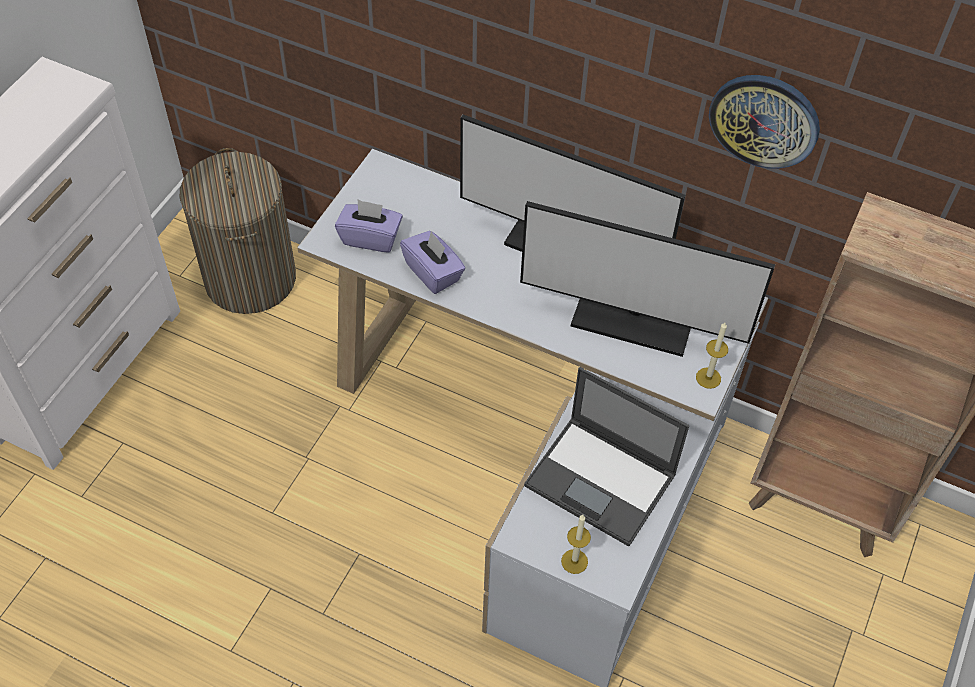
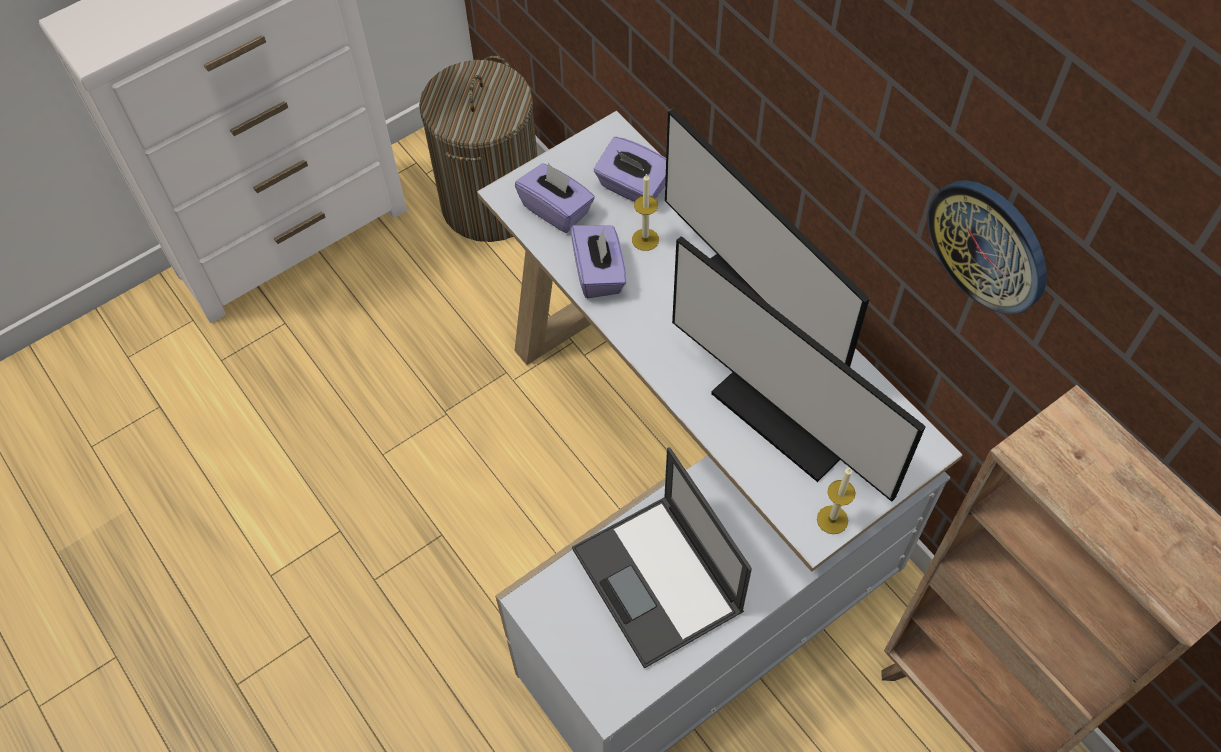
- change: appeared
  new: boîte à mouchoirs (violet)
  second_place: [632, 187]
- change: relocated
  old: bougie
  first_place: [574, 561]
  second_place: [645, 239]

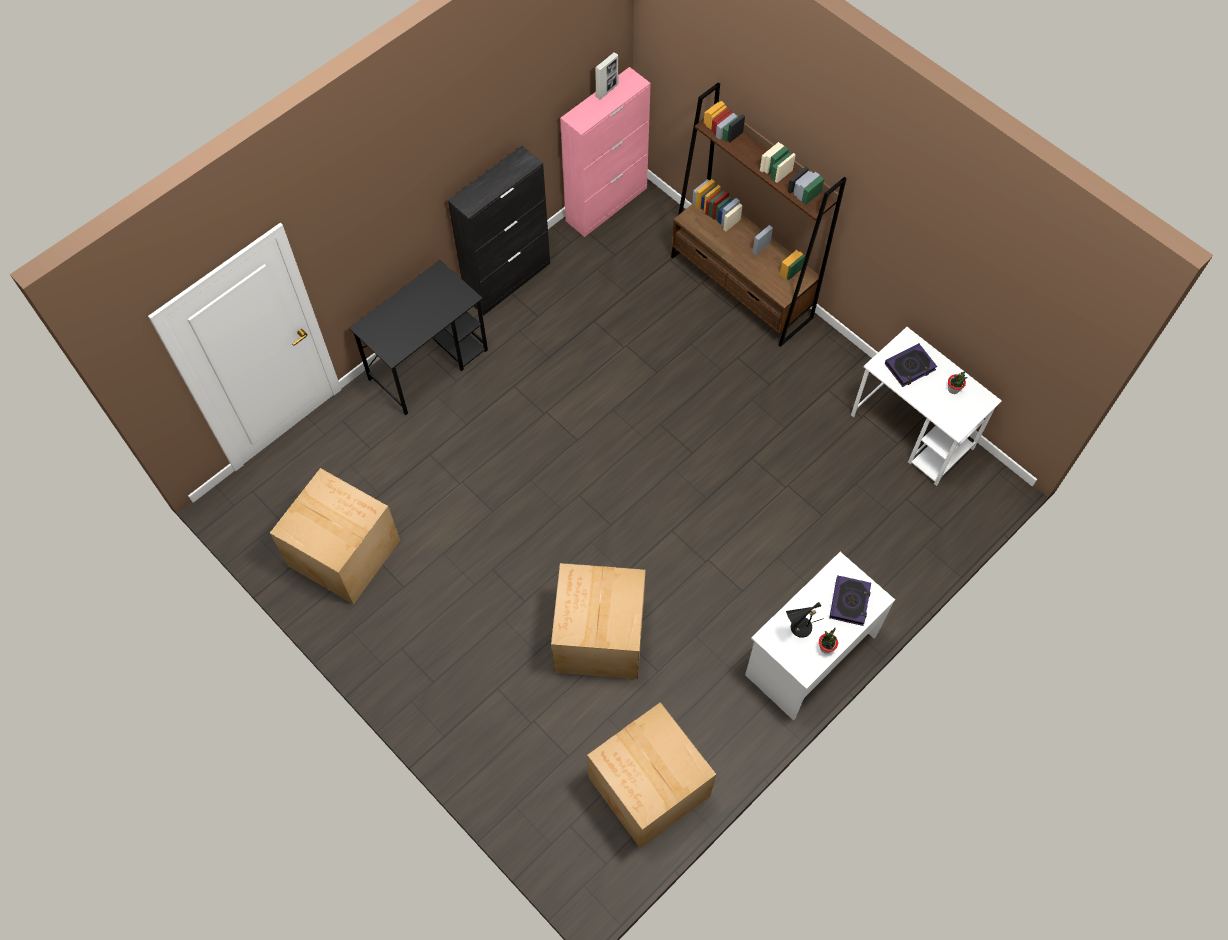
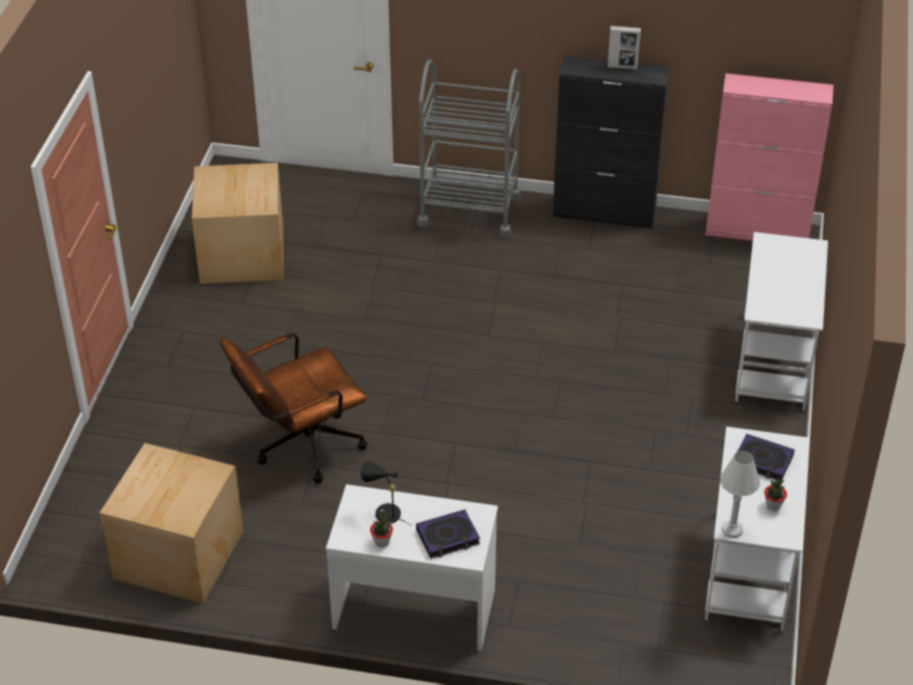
- change: appeared
  new: lampe de table (blanc)
  second_place: [732, 530]
- change: relocated
  old: cadre photo
  first_place: [607, 90]
  second_place: [622, 66]
- change: exchanged
  old: bureau (noir)
  new: chariot (gris)
  first_place: [429, 364]
  second_place: [469, 210]
- change: exchanged
  old: carton
  new: chaise de bureau (marron)
  first_place: [598, 637]
  second_place: [299, 447]
- change: exchanged
  old: bibliothèque (marron)
  new: bureau (blanc)
  first_place: [741, 287]
  second_place: [773, 362]

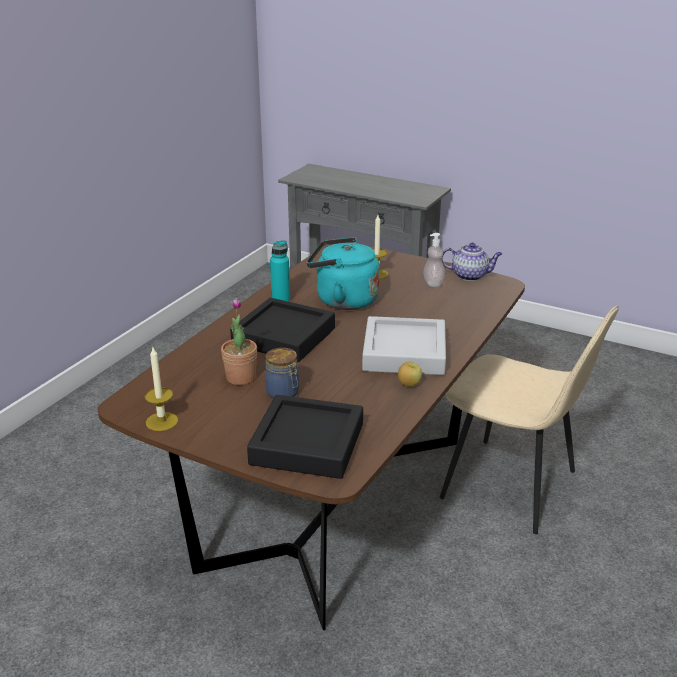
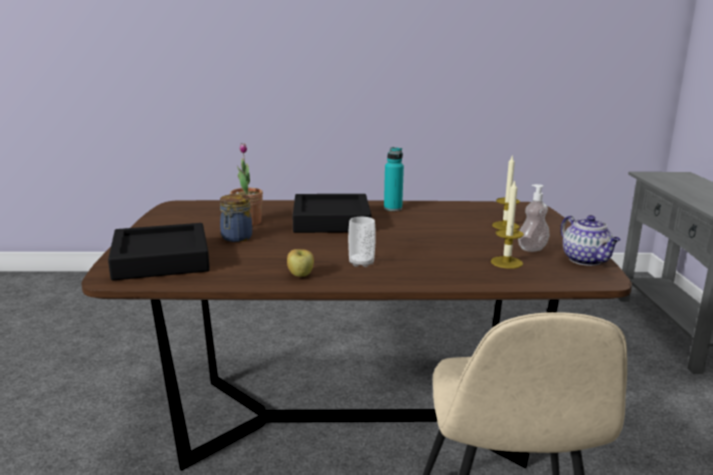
- change: missing
  old: bouilloire (turquoise)
  first_place: [342, 300]
- change: relocated
  old: bougie
  first_place: [162, 421]
  second_place: [506, 262]
- change: exchanged
  old: plateau (gris)
  new: tasse
  first_place: [404, 353]
  second_place: [361, 263]

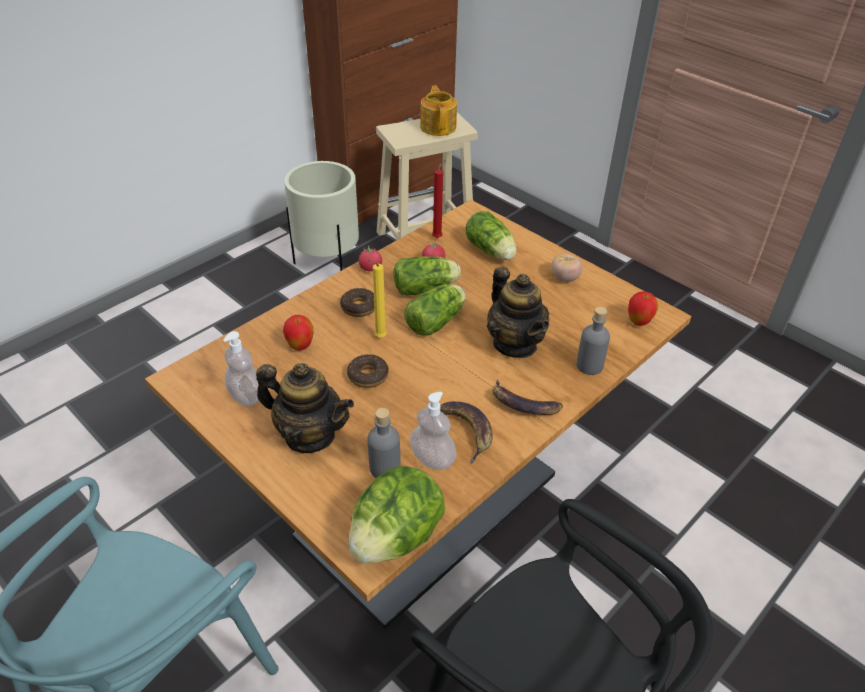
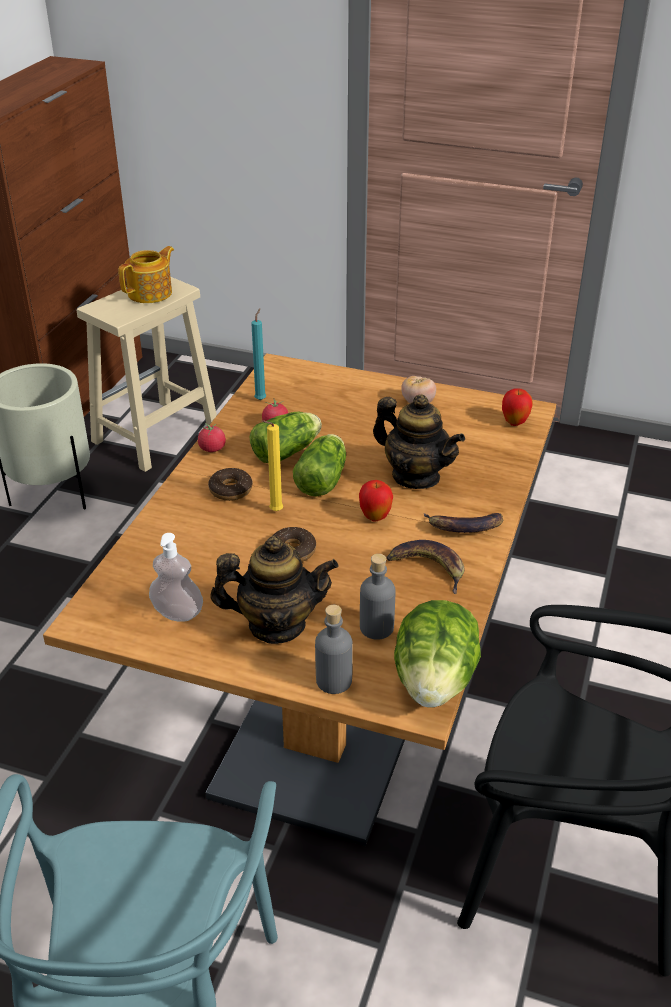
- change: missing
  old: distributeur de savon
  first_place: [432, 459]
- change: missing
  old: laitue
  first_place: [491, 251]
- change: relocated
  old: pomme
  first_place: [300, 346]
  second_place: [375, 517]
- change: relocated
  old: bouteille (gris)
  first_place: [589, 365]
  second_place: [333, 680]
- change: colour
  old: bougie (rouge)
  new: bougie (turquoise)
  first_place: [438, 237]
  second_place: [261, 399]
- change: spun
  old: théière
  first_place: [438, 127]
  second_place: [151, 293]
  degrees: 75

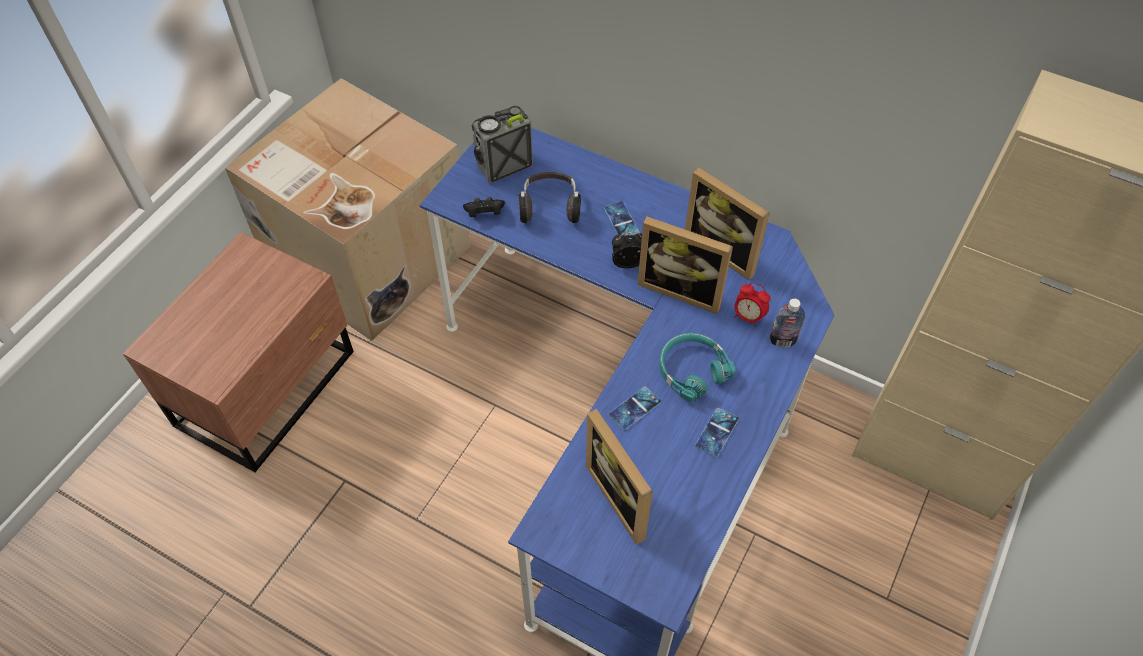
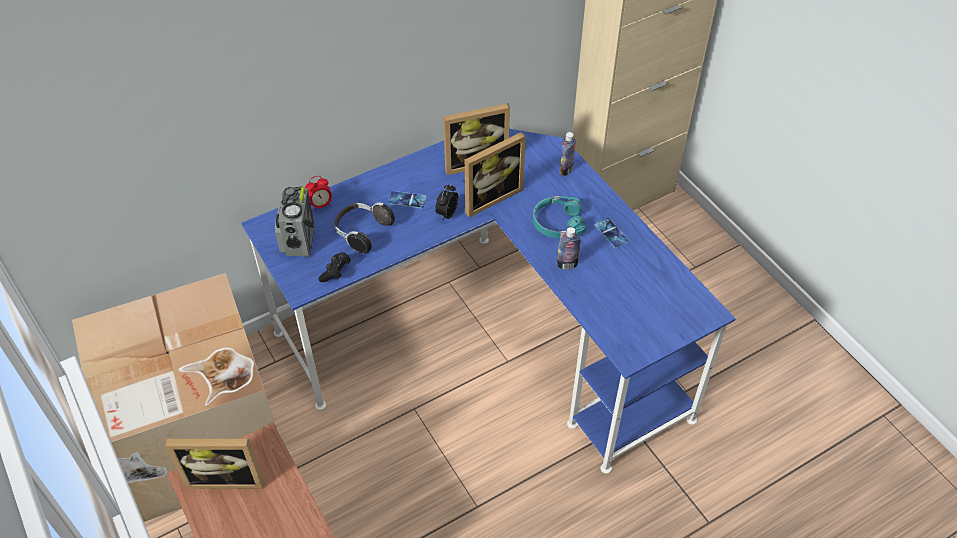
- change: relocated
  old: cadre photo
  first_place: [624, 497]
  second_place: [226, 476]
- change: relocated
  old: réveil
  first_place: [748, 317]
  second_place: [320, 205]
- change: exchanged
  old: téléphone
  new: bouteille
  first_place: [635, 408]
  second_place: [567, 265]

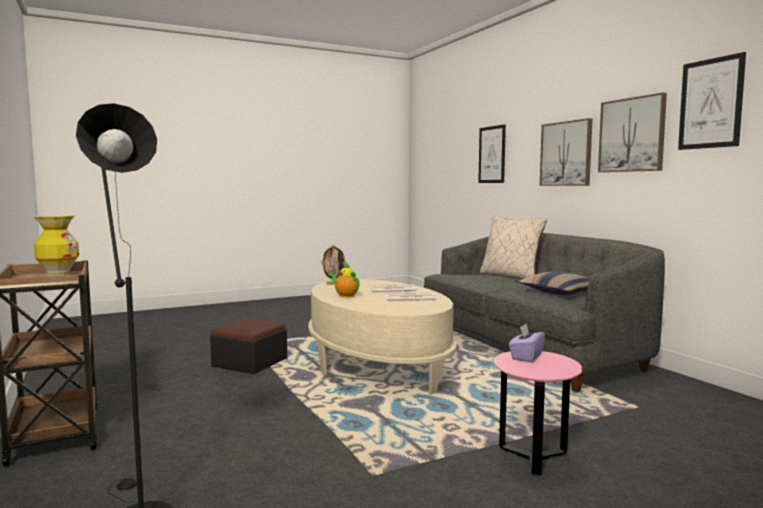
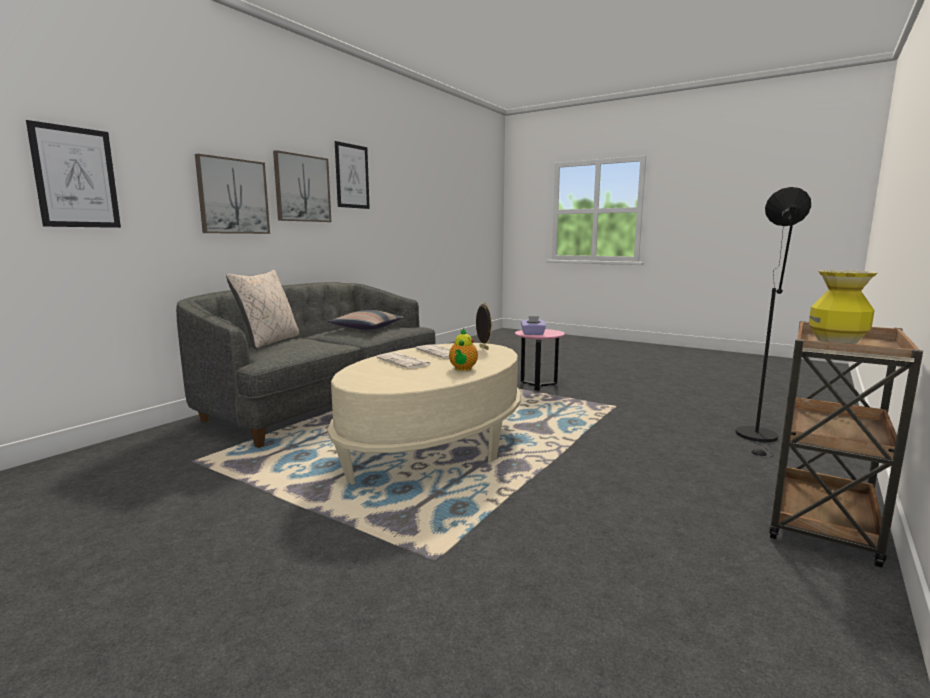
- change: missing
  old: pouf
  first_place: [250, 362]
- change: relocated
  old: cadre photo
  first_place: [334, 284]
  second_place: [483, 348]

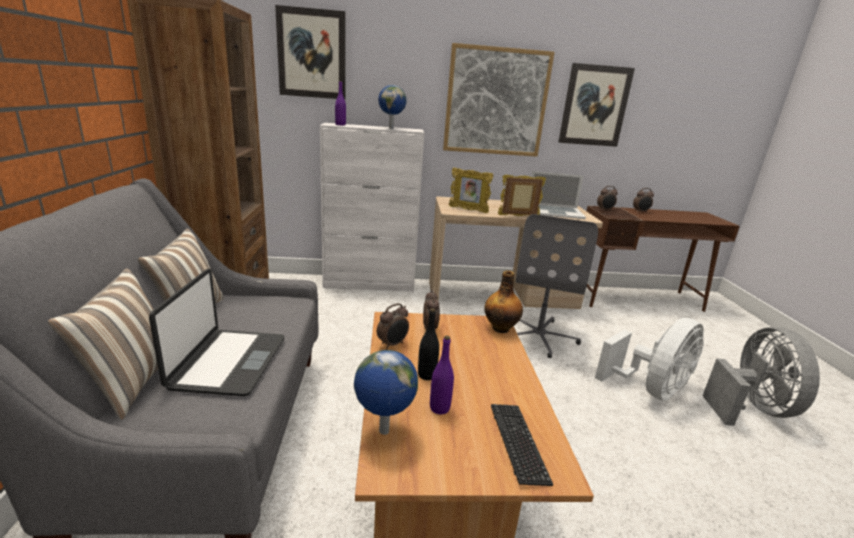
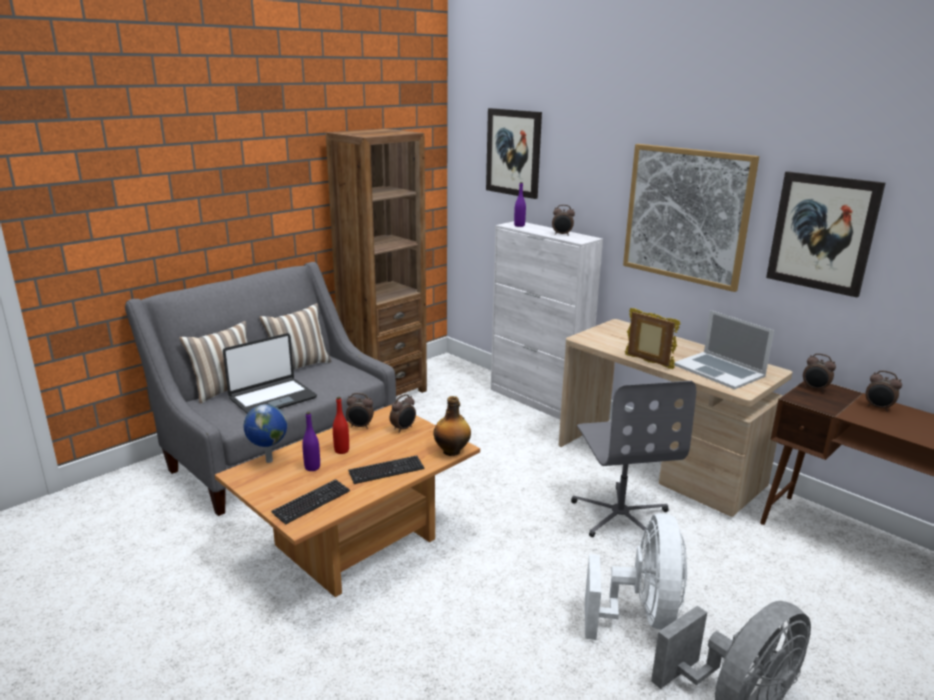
- change: missing
  old: cadre photo
  first_place: [468, 210]
- change: appeared
  new: clavier
  second_place: [386, 471]
- change: exchanged
  old: globe
  new: réveil
  first_place: [391, 128]
  second_place: [562, 234]
- change: colour
  old: bouteille (noir)
  new: bouteille (rouge)
  first_place: [427, 375]
  second_place: [341, 450]
- change: spun
  old: chaise de bureau (gris)
  first_place: [539, 336]
  second_place: [620, 515]
  degrees: -75
- change: spun
  old: ventilateur (blanc)
  first_place: [650, 390]
  second_place: [641, 615]
  degrees: -90

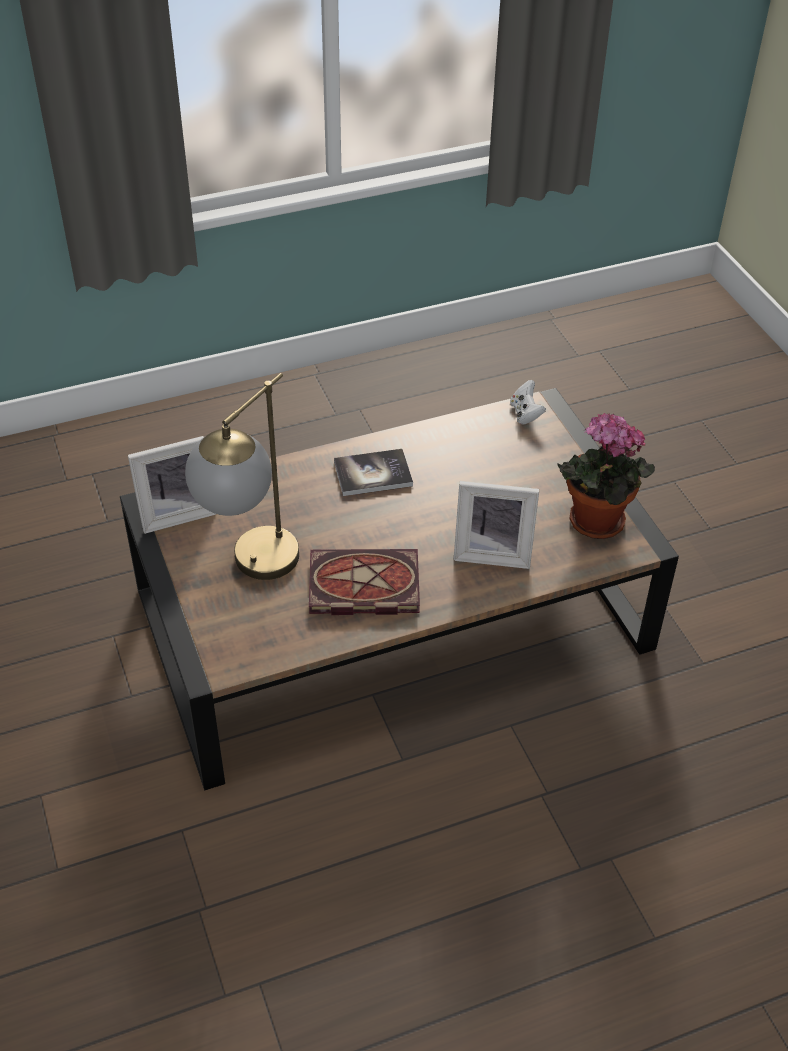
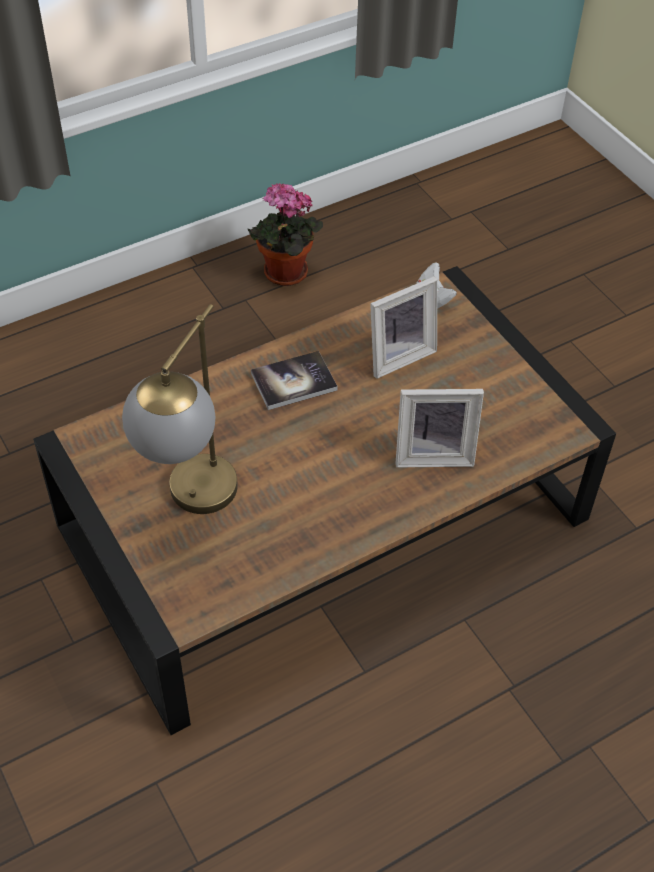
- change: missing
  old: livre
  first_place: [361, 586]
- change: relocated
  old: cadre photo
  first_place: [176, 513]
  second_place: [397, 355]
- change: relocated
  old: plante en pot
  first_place: [594, 524]
  second_place: [284, 275]

